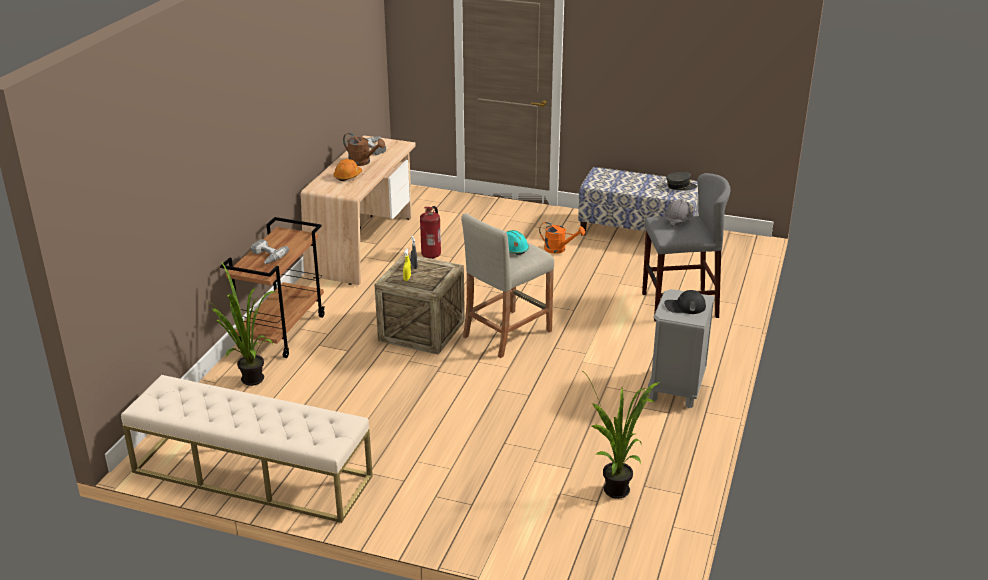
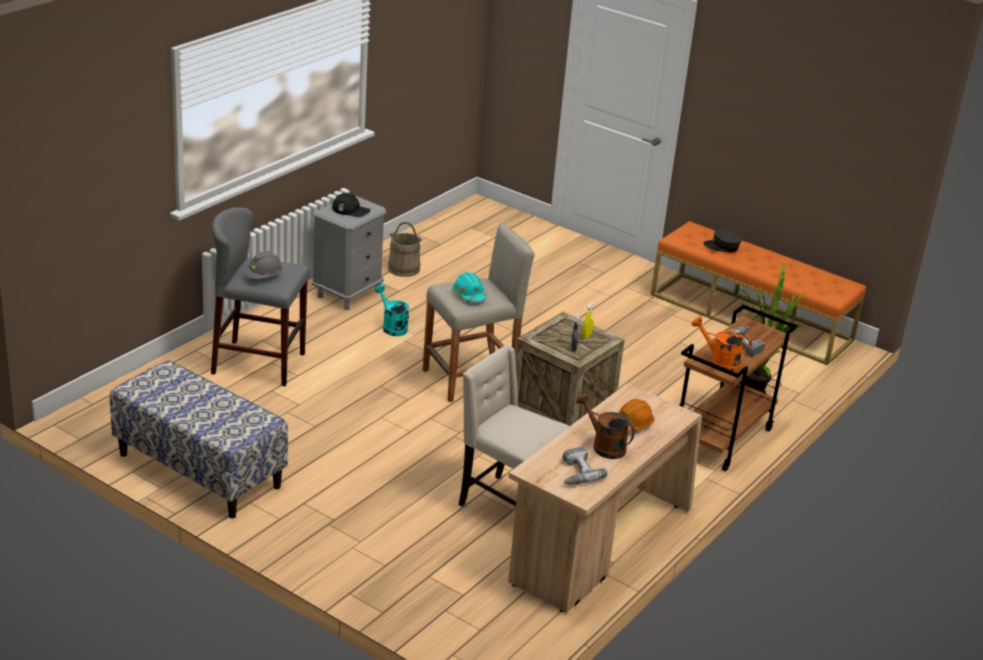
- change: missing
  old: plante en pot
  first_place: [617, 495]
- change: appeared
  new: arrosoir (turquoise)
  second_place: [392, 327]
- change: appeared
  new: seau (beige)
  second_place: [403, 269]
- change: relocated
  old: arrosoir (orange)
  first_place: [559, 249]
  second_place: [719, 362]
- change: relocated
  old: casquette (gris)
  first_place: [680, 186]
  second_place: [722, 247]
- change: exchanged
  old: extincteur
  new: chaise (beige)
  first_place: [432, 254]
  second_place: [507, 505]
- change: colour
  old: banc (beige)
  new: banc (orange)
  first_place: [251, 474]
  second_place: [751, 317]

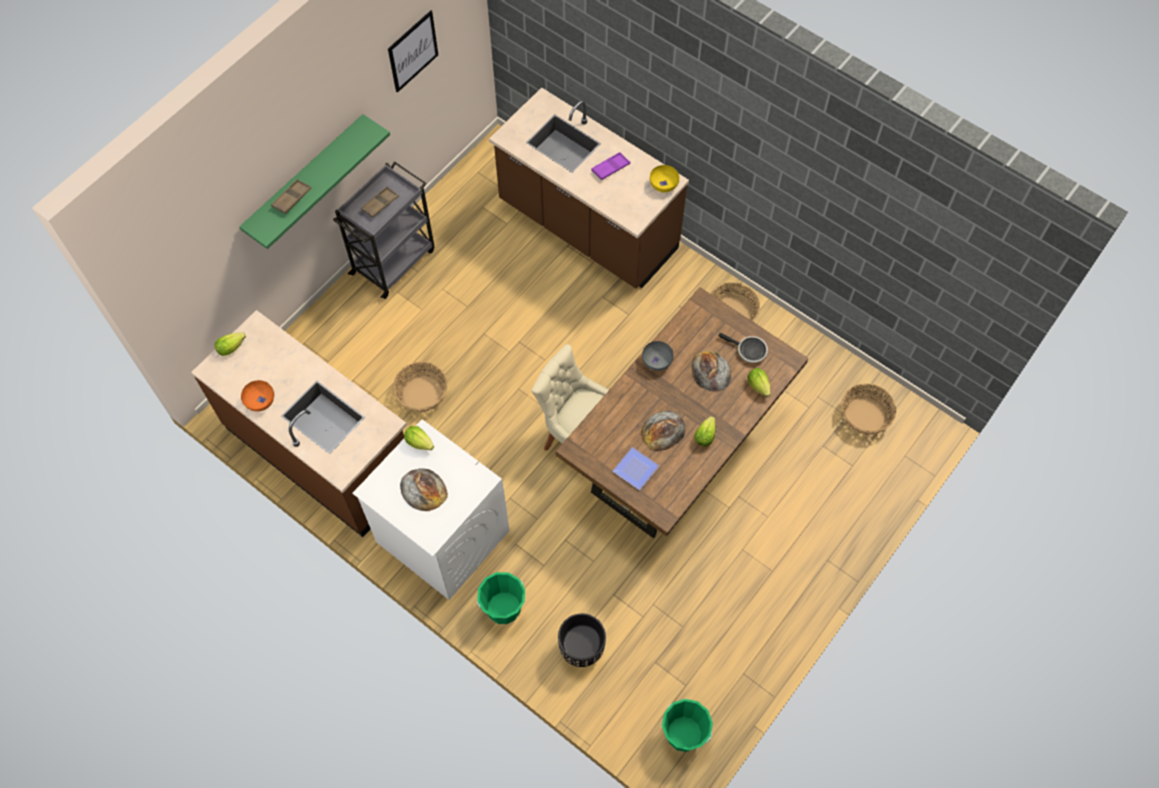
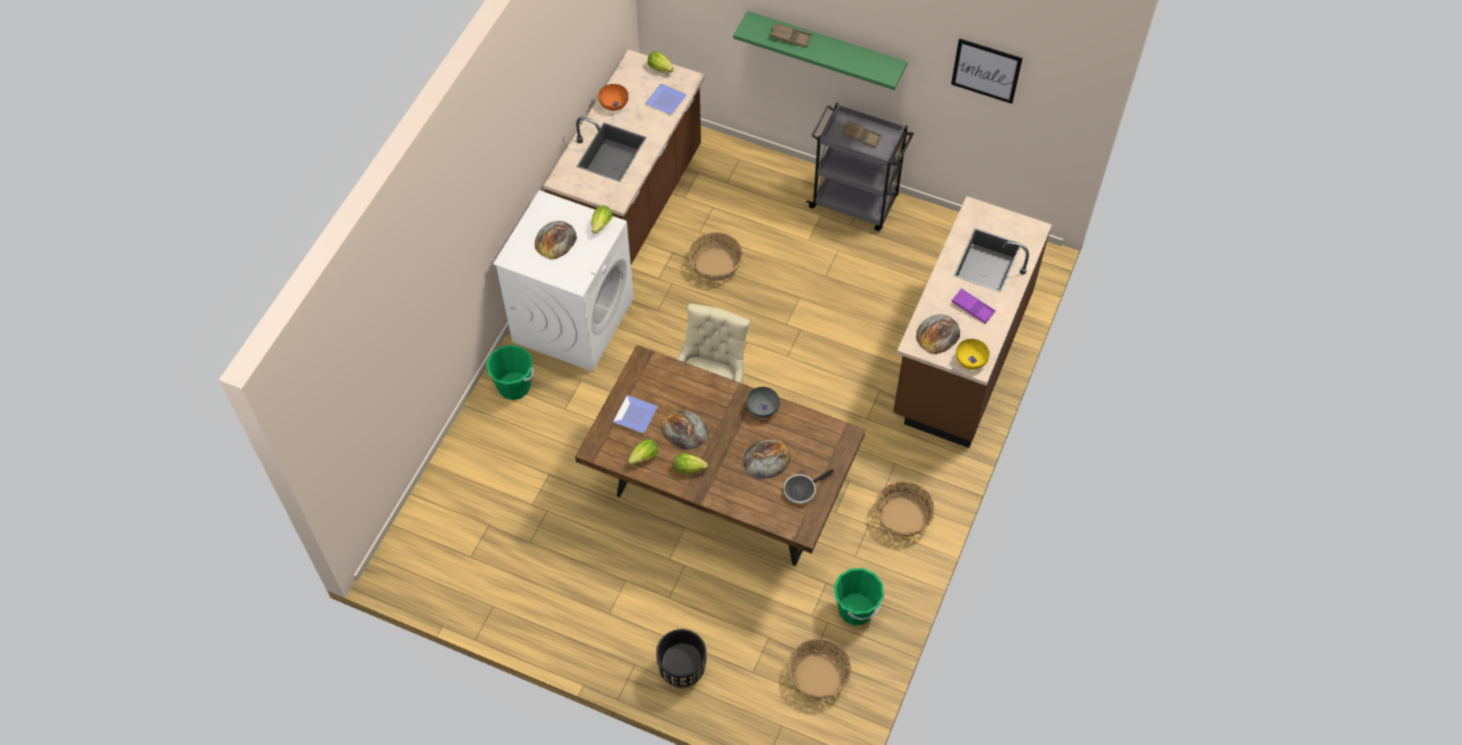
- change: appeared
  new: assiette
  second_place: [664, 101]
- change: appeared
  new: pain
  second_place: [938, 334]
- change: relocated
  old: cache-pot (noir)
  first_place: [581, 649]
  second_place: [682, 670]
- change: relocated
  old: seau (vert)
  first_place: [684, 734]
  second_place: [856, 609]
- change: relocated
  old: laitue
  first_place: [759, 387]
  second_place: [642, 458]
- change: spun
  old: poêle
  first_place: [749, 351]
  second_place: [802, 490]
  degrees: 45

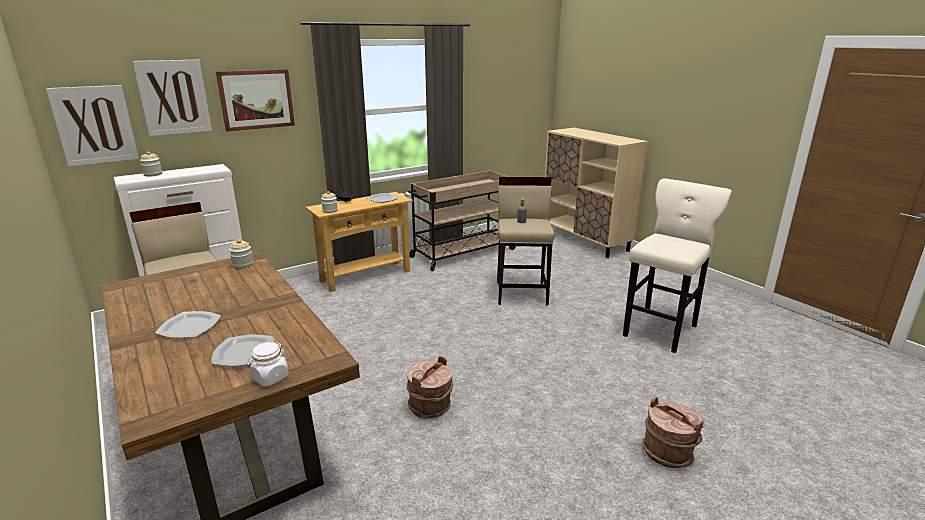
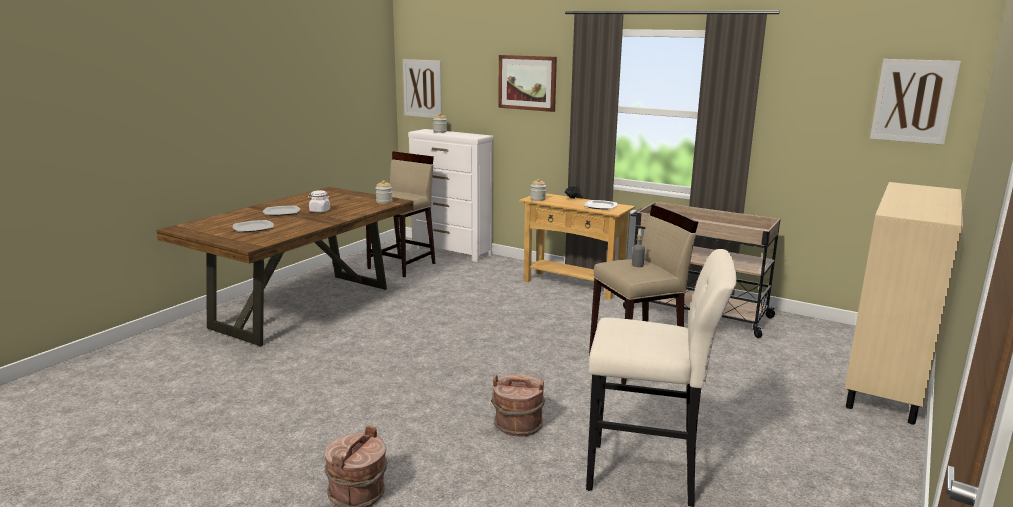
- change: relocated
  old: tableau
  first_place: [174, 97]
  second_place: [913, 101]
- change: relocated
  old: bocal (blanc)
  first_place: [270, 378]
  second_place: [319, 211]
- change: relocated
  old: seau (marron)
  first_place: [430, 406]
  second_place: [518, 425]

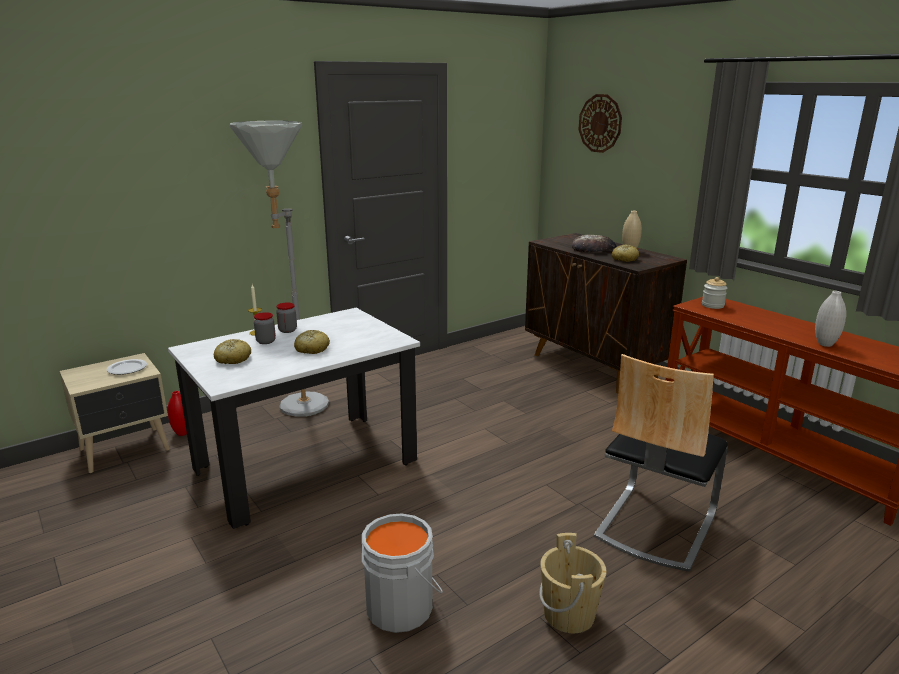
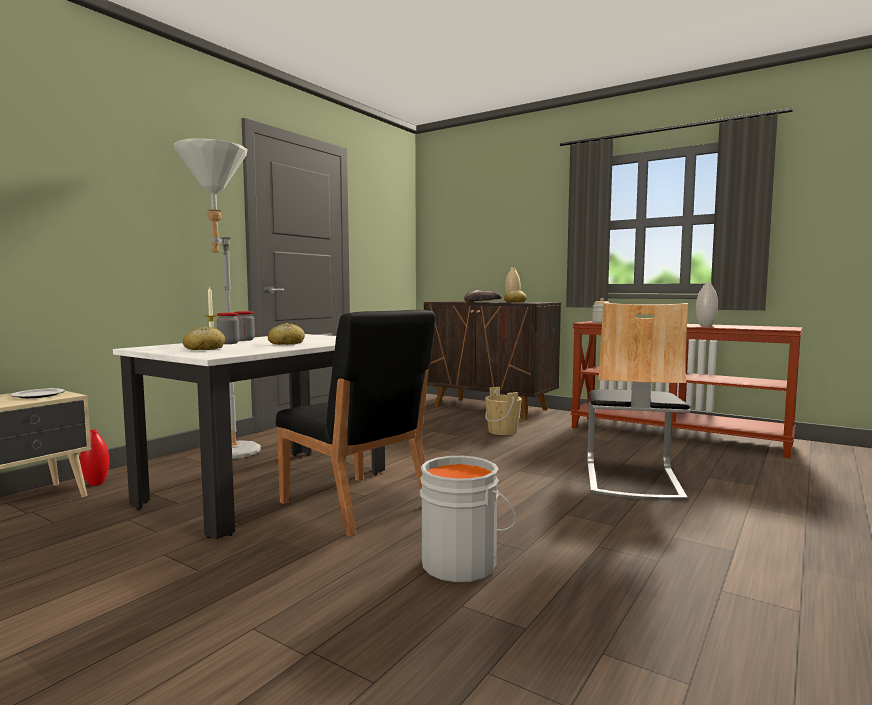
- change: missing
  old: horloge murale
  first_place: [600, 123]
- change: appeared
  new: chaise (noir)
  second_place: [356, 504]
- change: relocated
  old: seau (beige)
  first_place: [569, 614]
  second_place: [502, 431]

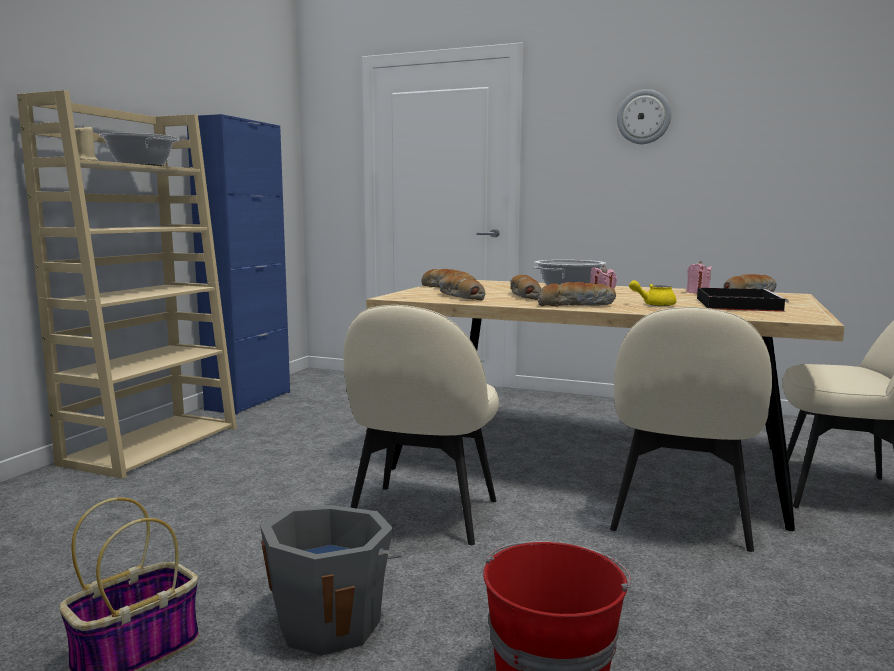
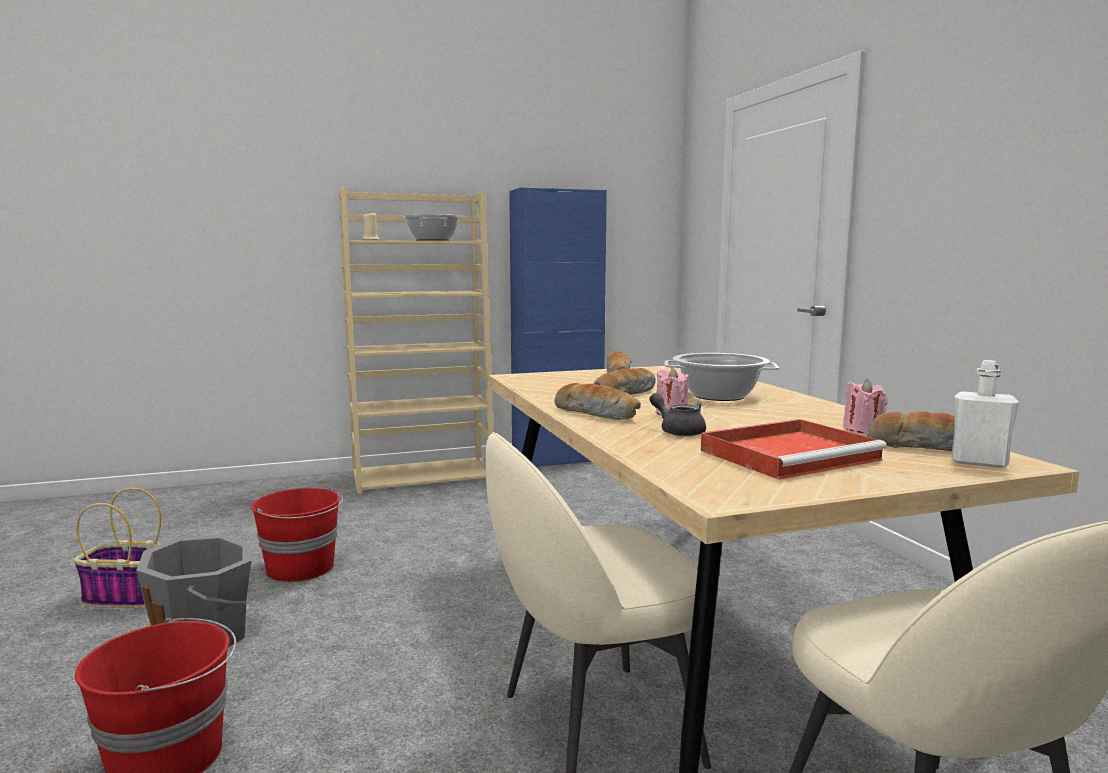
- change: missing
  old: chaise (beige)
  first_place: [422, 516]
- change: missing
  old: pain
  first_place: [459, 297]
- change: missing
  old: horloge murale
  first_place: [644, 117]
- change: appeared
  new: seau (rouge)
  second_place: [301, 568]
- change: appeared
  new: bouteille (blanc)
  second_place: [979, 462]
- change: colour
  old: théière (jaune)
  new: théière (gris)
  first_place: [654, 304]
  second_place: [678, 431]
- change: colour
  old: plateau (noir)
  new: plateau (rouge)
  first_place: [737, 304]
  second_place: [791, 454]

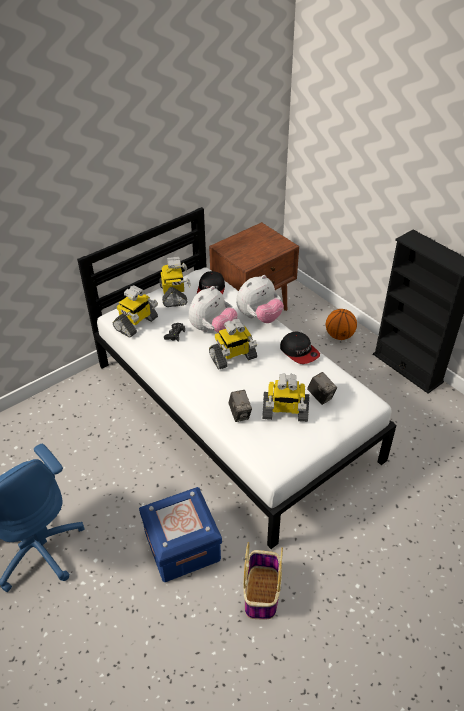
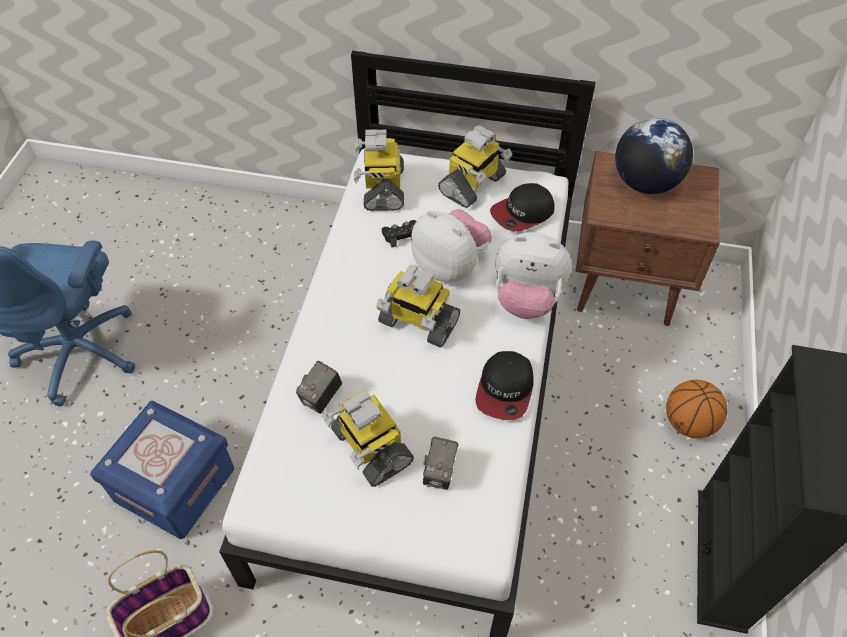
- change: appeared
  new: globe
  second_place: [645, 183]
- change: spun
  old: robot jouet
  first_place: [136, 324]
  second_place: [382, 188]
  degrees: 90
- change: spun
  old: peluche
  first_place: [212, 329]
  second_place: [450, 266]
  degrees: -135

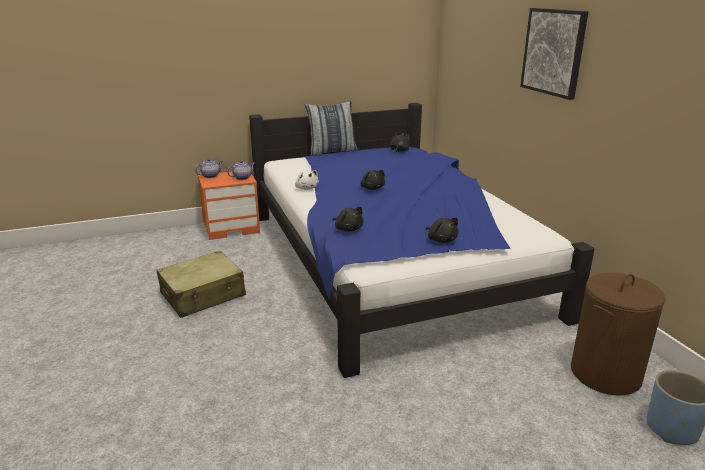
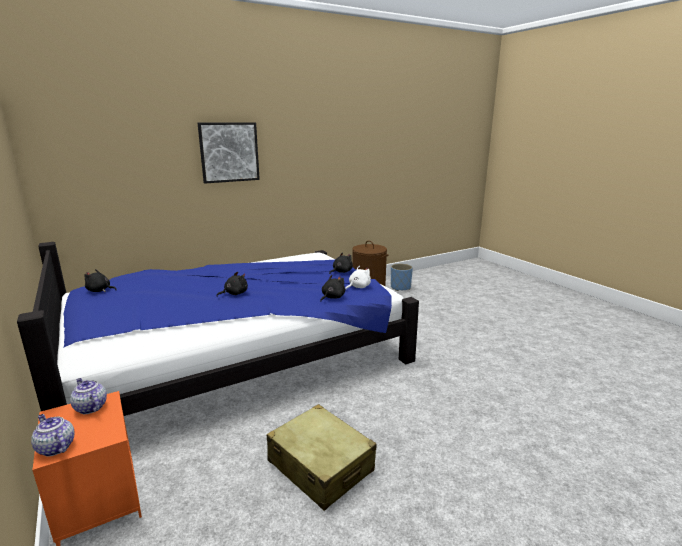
- change: missing
  old: coussin
  first_place: [332, 151]
- change: relocated
  old: peluche (blanc)
  first_place: [306, 188]
  second_place: [358, 287]

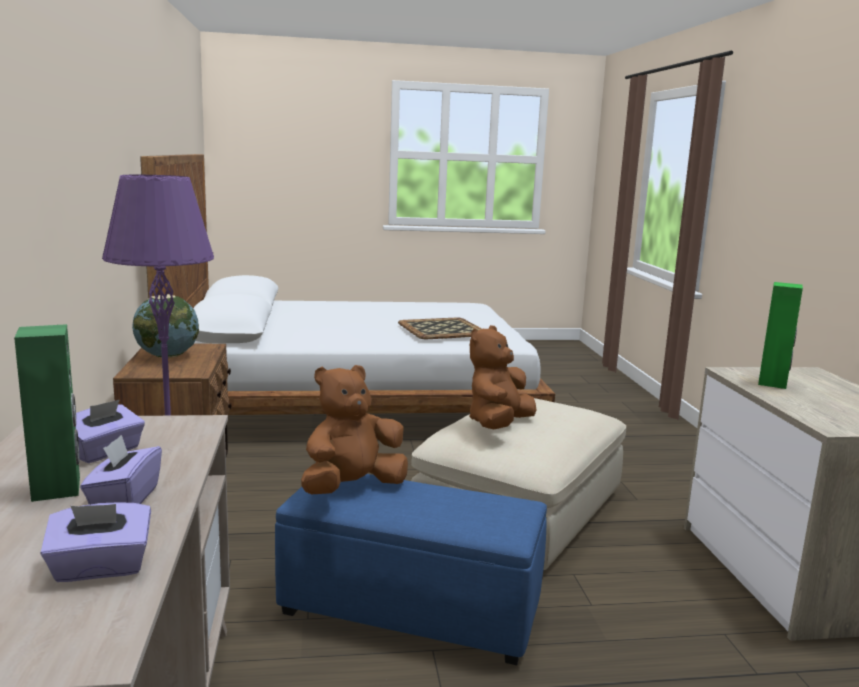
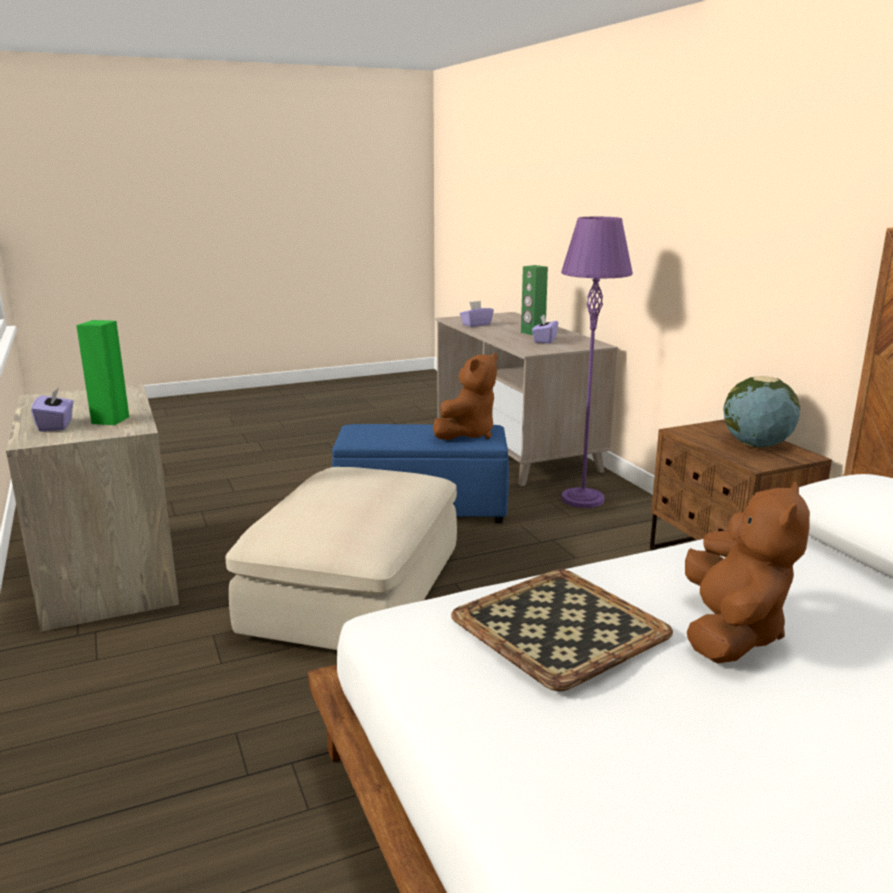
- change: relocated
  old: boîte à mouchoirs (violet)
  first_place: [124, 499]
  second_place: [56, 425]
- change: relocated
  old: peluche (marron)
  first_place: [498, 424]
  second_place: [731, 633]

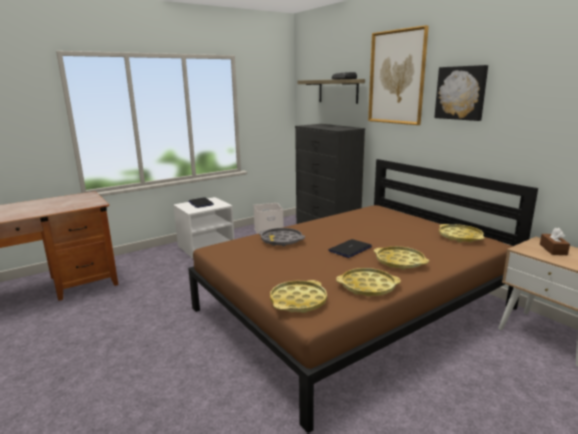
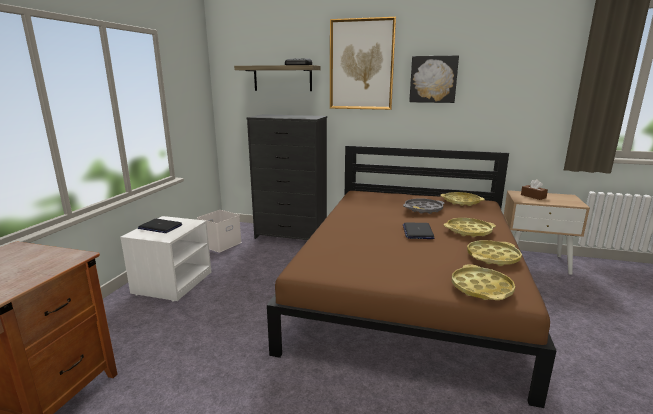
- change: relocated
  old: plateau (gris)
  first_place: [281, 240]
  second_place: [423, 209]

